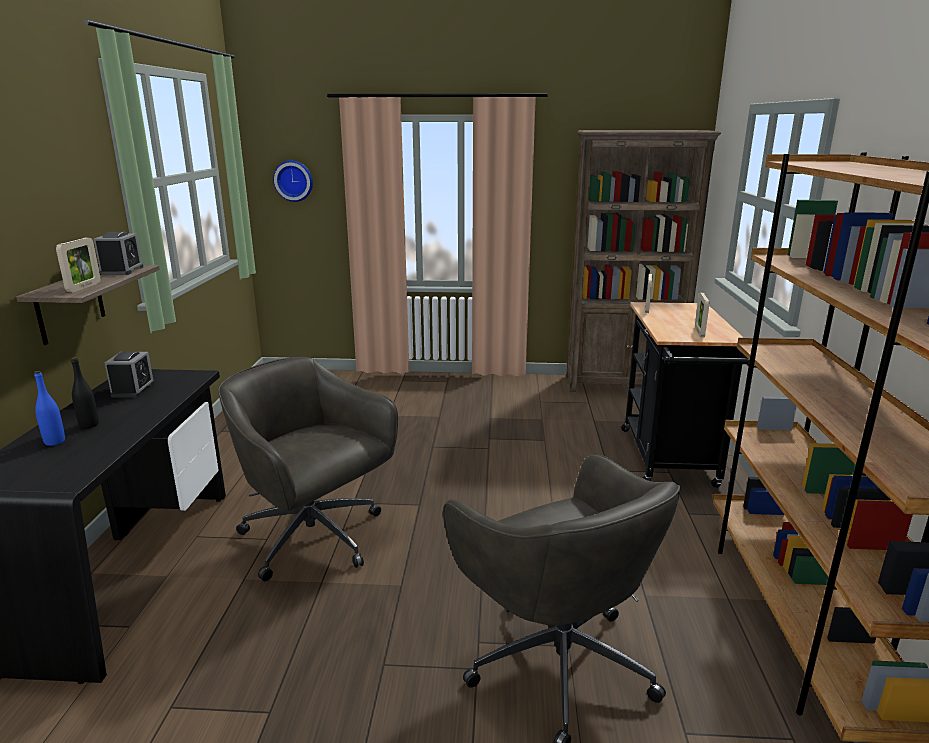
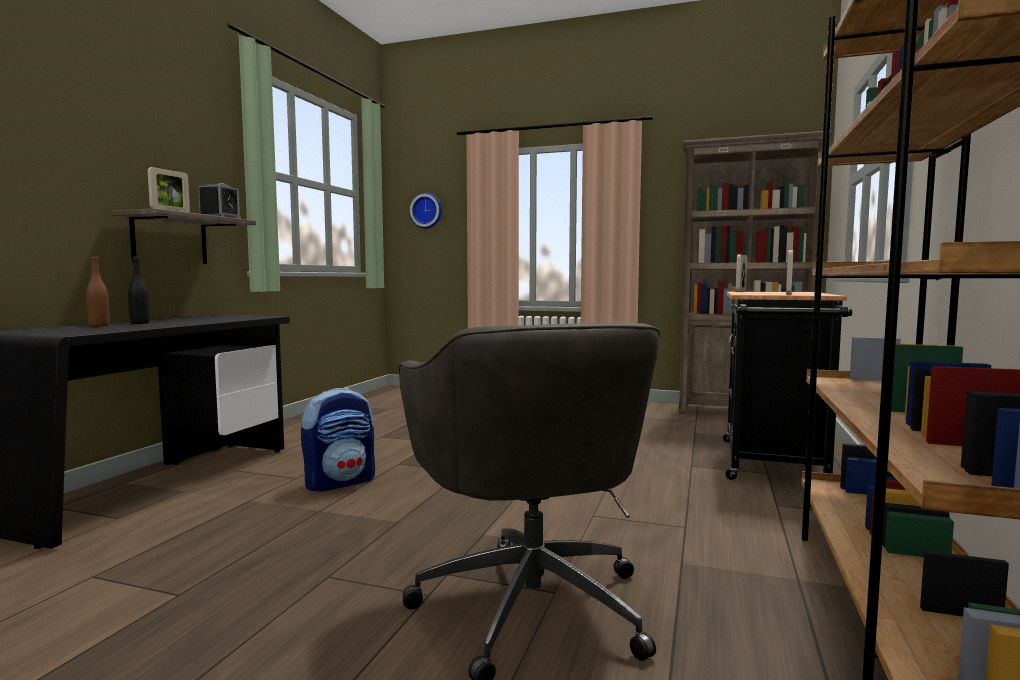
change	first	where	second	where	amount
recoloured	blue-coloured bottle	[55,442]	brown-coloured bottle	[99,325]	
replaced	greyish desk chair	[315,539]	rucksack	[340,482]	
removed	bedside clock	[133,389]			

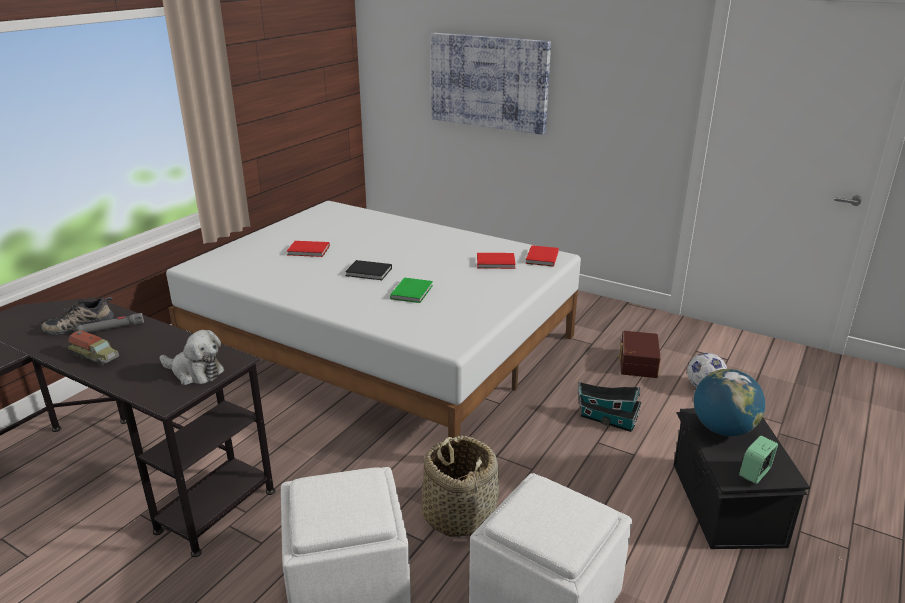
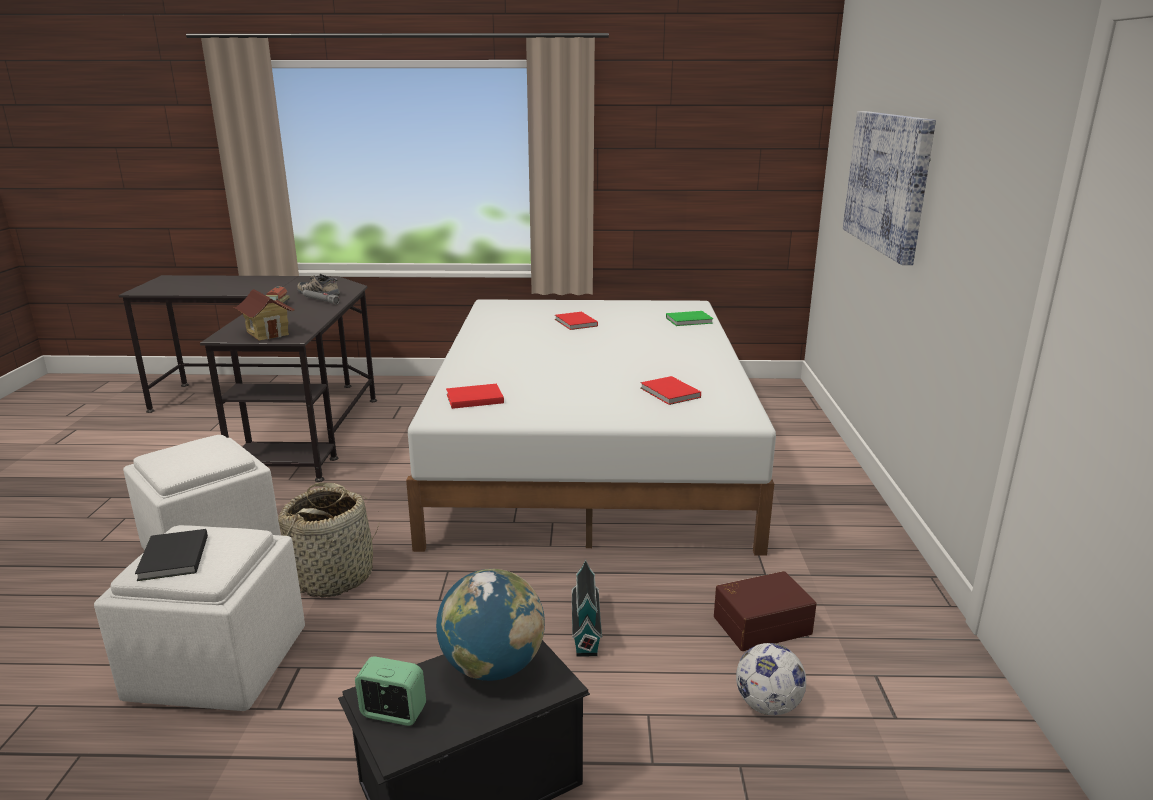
change	first	where	second	where	amount
moved	black bound book	[369,272]		[172,559]	
replaced	soft toy	[195,372]	miniature house	[268,333]	
moved	reddish bound book	[541,258]		[473,398]	
moved	green bound book	[413,291]		[690,320]	

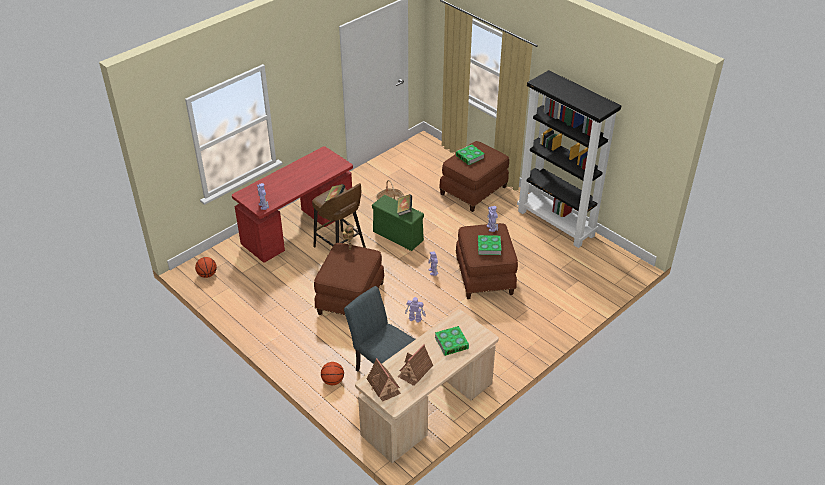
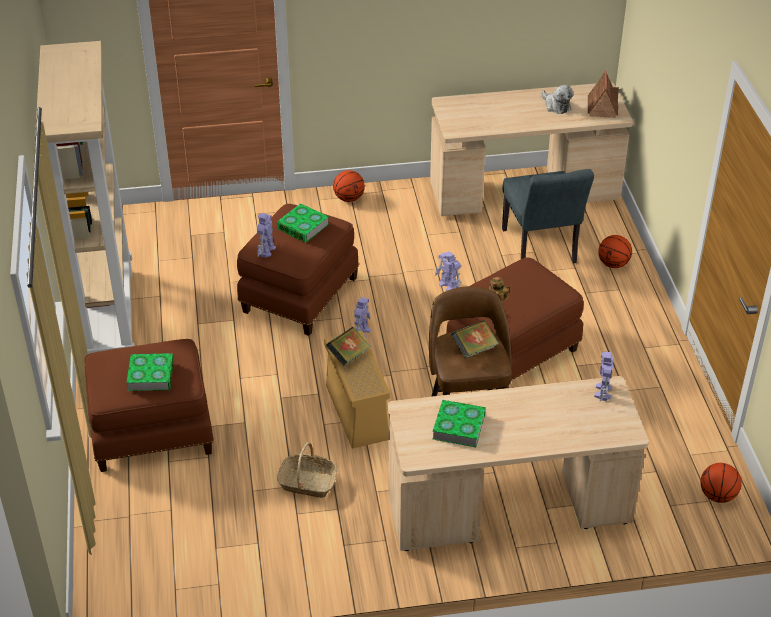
change	first	where	second	where	amount
recoloured	black bookshelf	[556,223]	sand-coloured bookshelf	[108,316]	
recoloured	green storage bin	[398,236]	sand-coloured storage bin	[356,411]	
added			basketball ball	[349,198]	
recoloured	reddish desk table	[298,228]	sand-coloured desk table	[508,510]	
moved	bound book	[451,343]		[459,427]	
replaced	miniature house	[415,371]	soft toy	[556,106]	

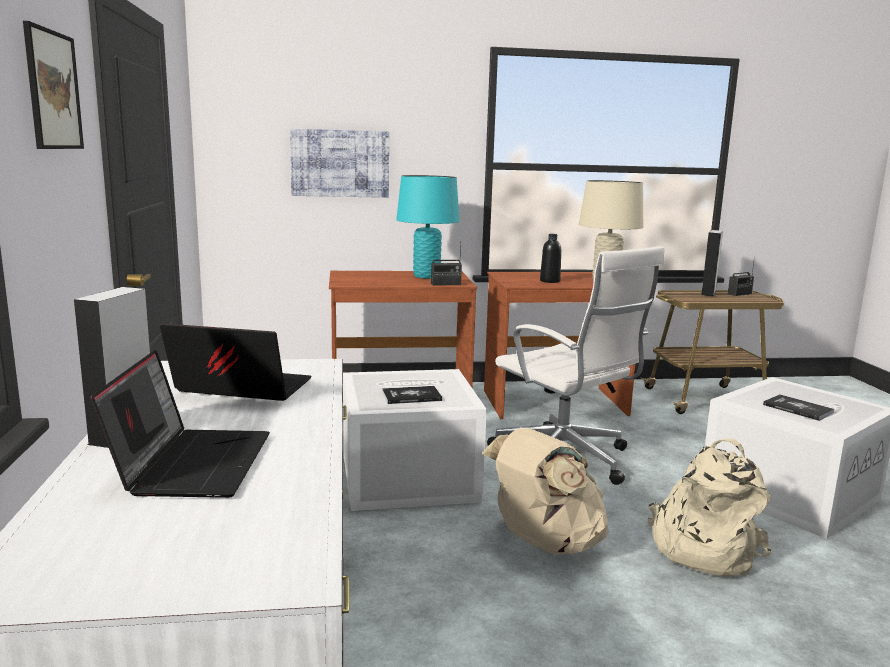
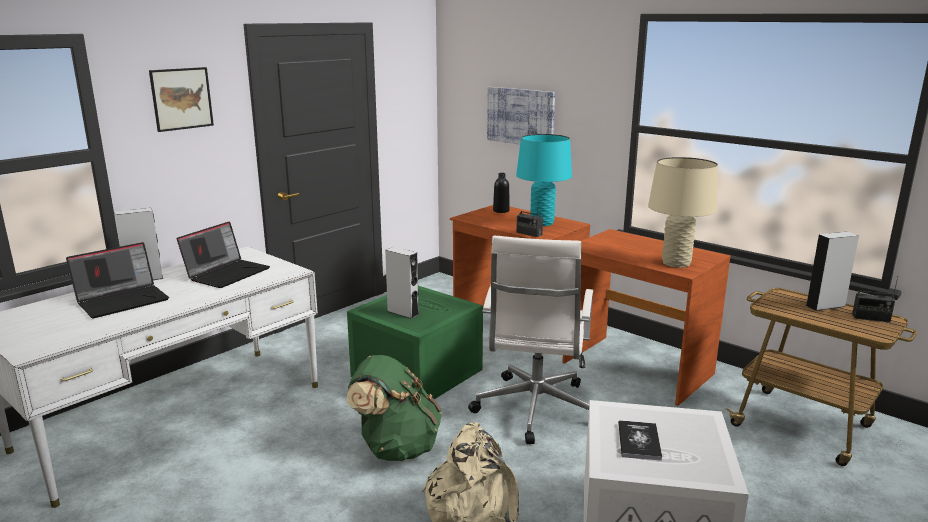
change	first	where	second	where	amount
turned	portable computer	[239,389]		[227,273]	60 degrees clockwise
recoloured	whitish storage bin	[406,478]	green storage bin	[415,373]	
recoloured	sand-coloured rucksack	[544,543]	green rucksack	[396,447]	
replaced	bound book	[411,396]	greyish loudspeaker	[403,313]	
moved	black bottle	[550,281]		[501,211]	

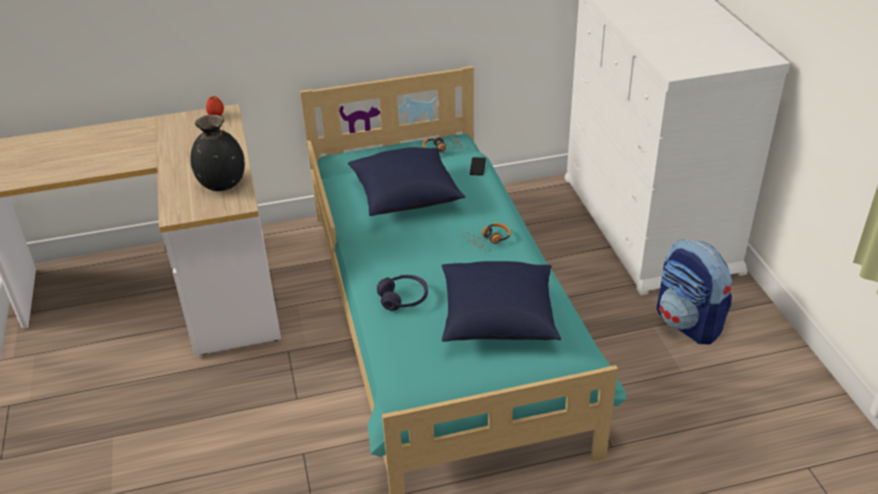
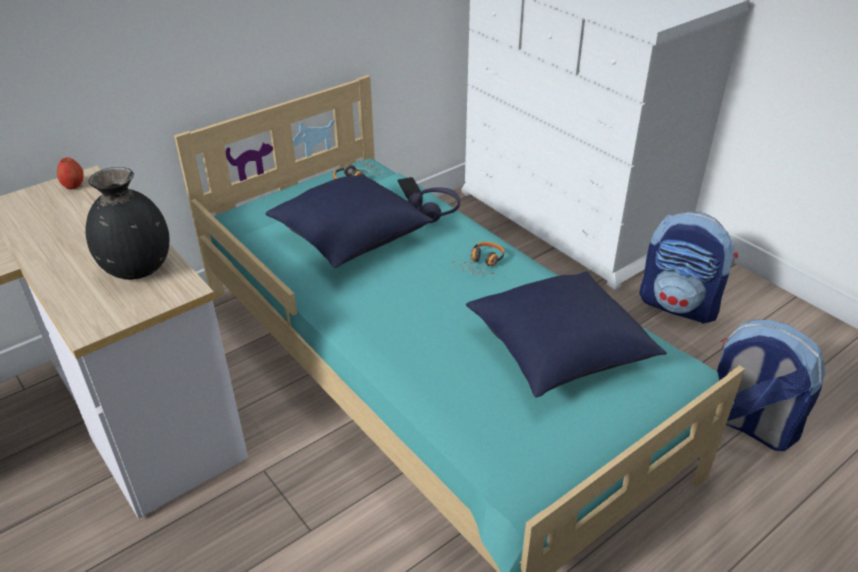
change	first	where	second	where	amount
moved	purple-coloured pair of headphones	[403,298]		[434,211]	
added			rucksack	[747,424]	

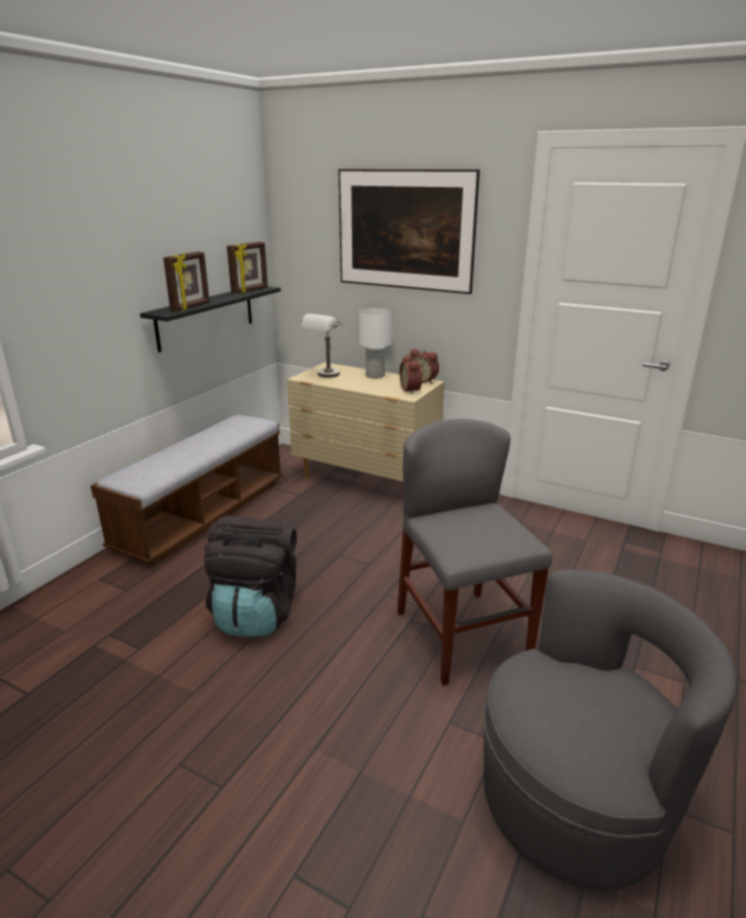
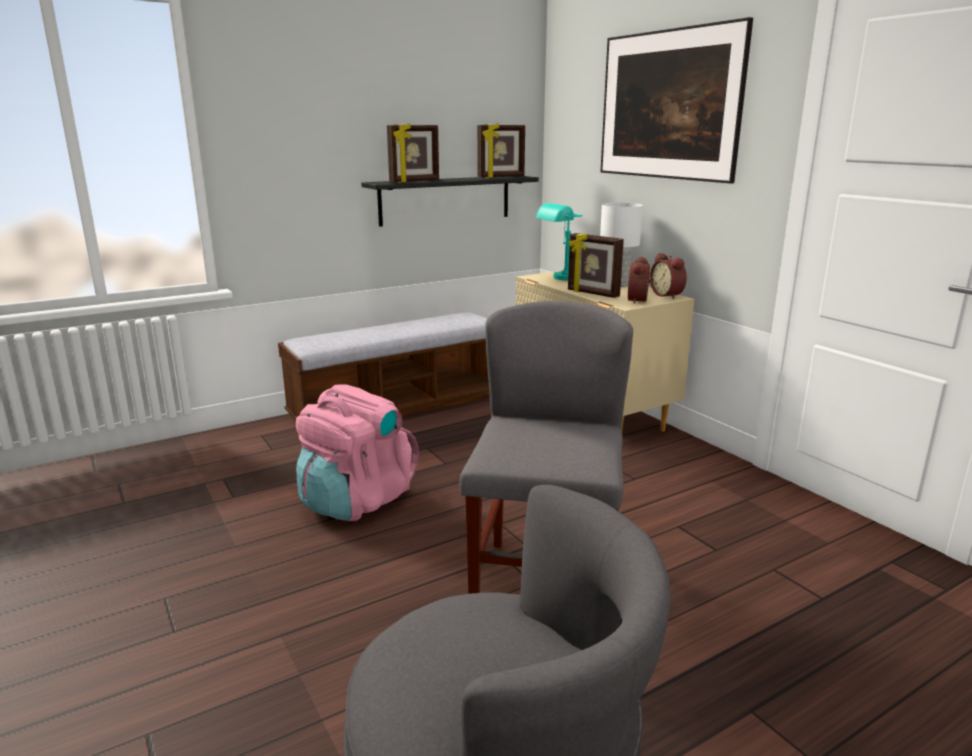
change	first	where	second	where	amount
recoloured	black rucksack	[256,613]	pinkish rucksack	[356,500]	
recoloured	greyish tabletop lamp	[324,376]	blue-green tabletop lamp	[559,278]	
added			picture frame	[592,293]	

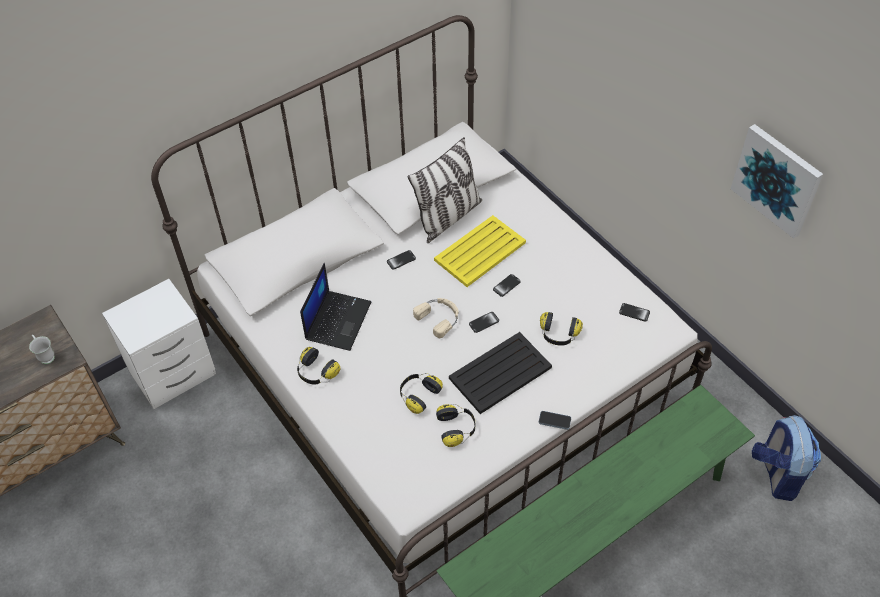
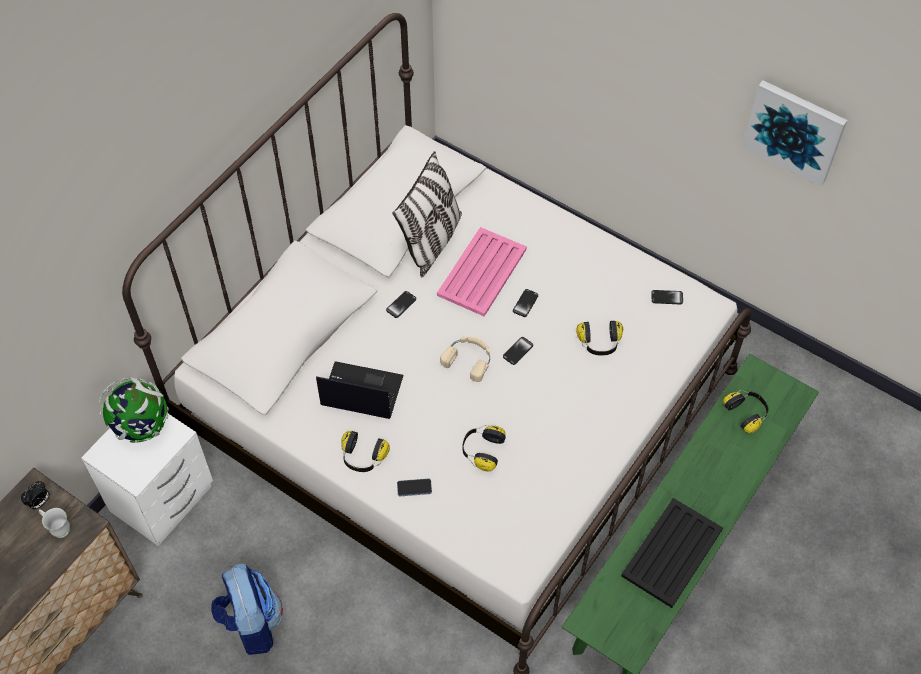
change	first	where	second	where	amount
added			bedside clock	[39,503]	
added			world globe	[141,427]	
moved	rucksack	[777,474]		[251,623]	
turned	portable computer	[337,320]		[360,392]	75 degrees counterclockwise
moved	handset	[554,421]		[414,488]	
recoloured	yellowish serving tray	[479,252]	pinkish serving tray	[481,273]	
moved	black serving tray	[501,373]		[673,552]	
moved	pair of headphones	[457,429]		[747,413]	

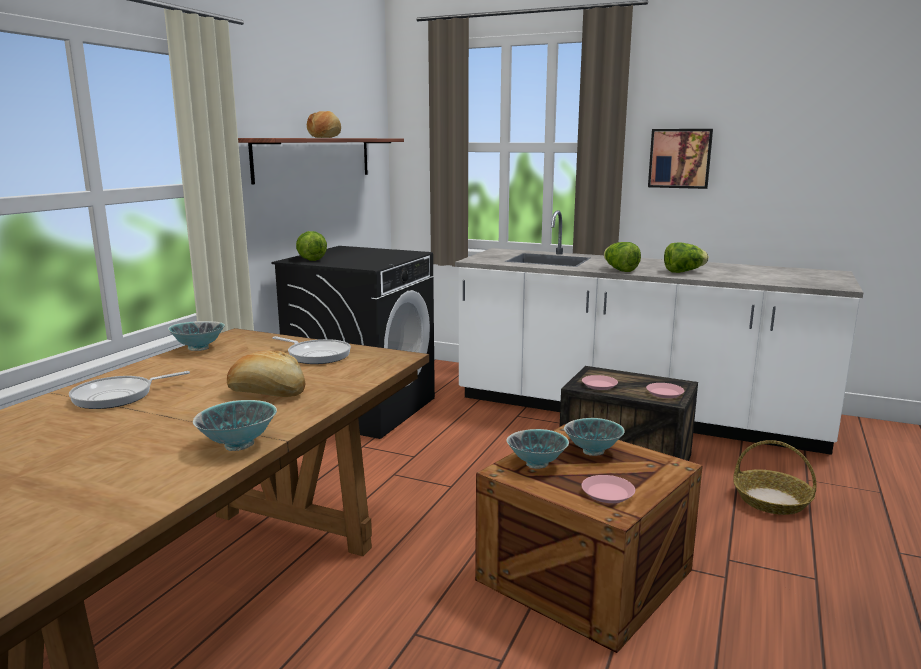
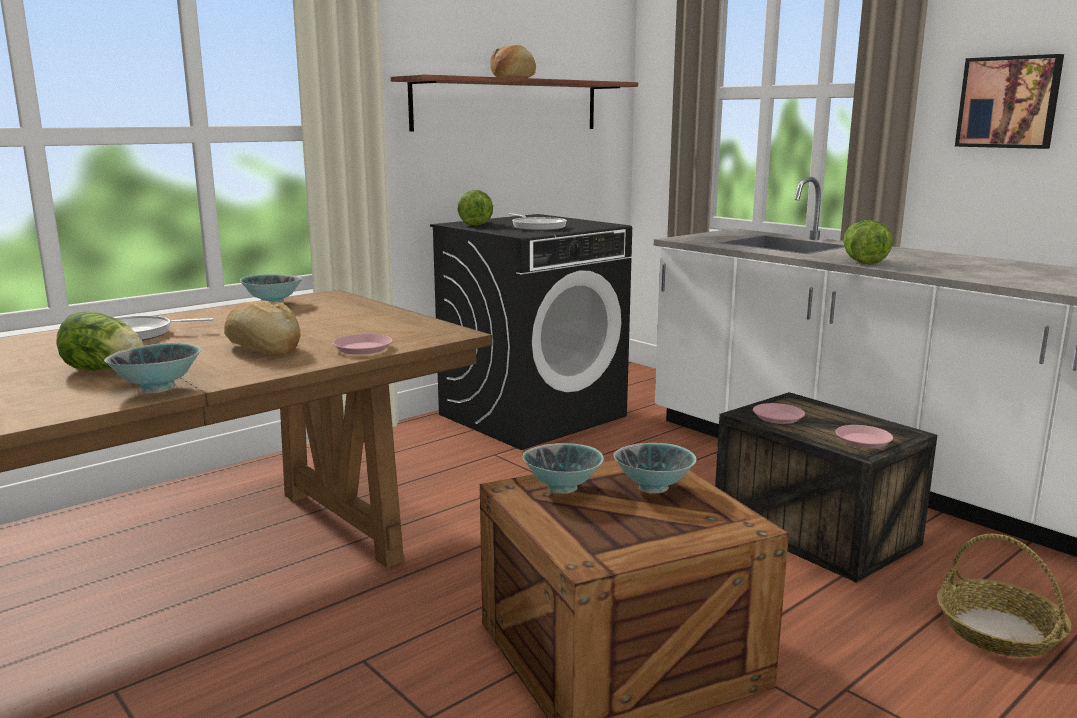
change	first	where	second	where	amount
moved	head of lettuce	[683,272]		[105,370]	
moved	pinkish plate	[608,493]		[363,349]	
moved	frying pan	[316,355]		[537,227]	

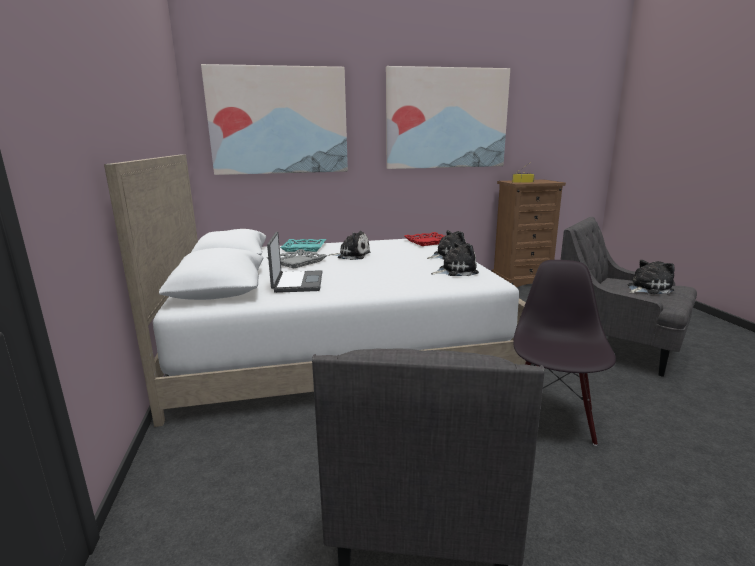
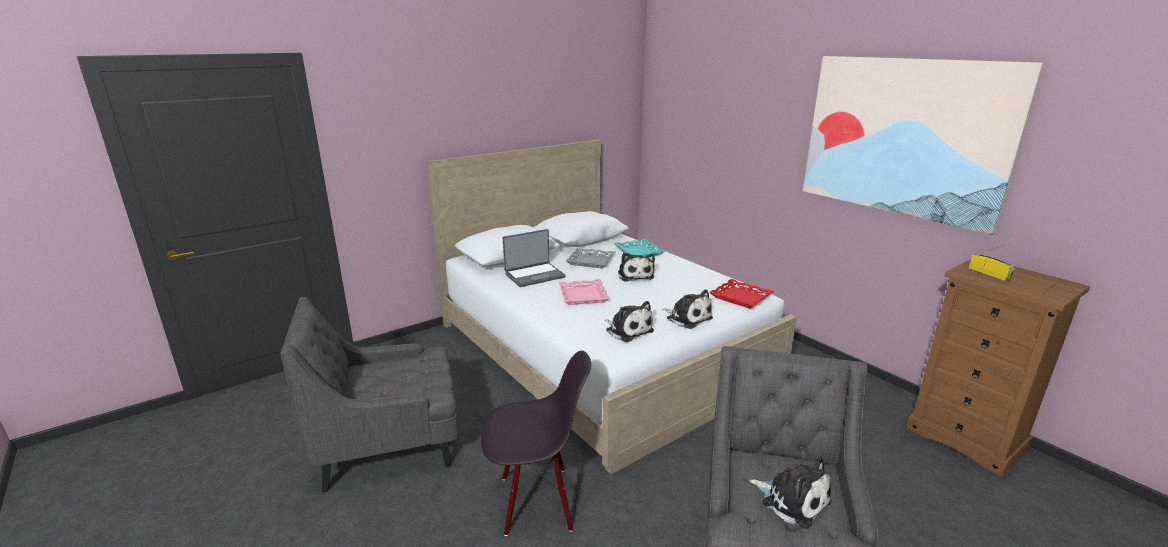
change	first	where	second	where	amount
added			pinkish serving tray	[583,295]	
removed	wall picture	[278,121]			

